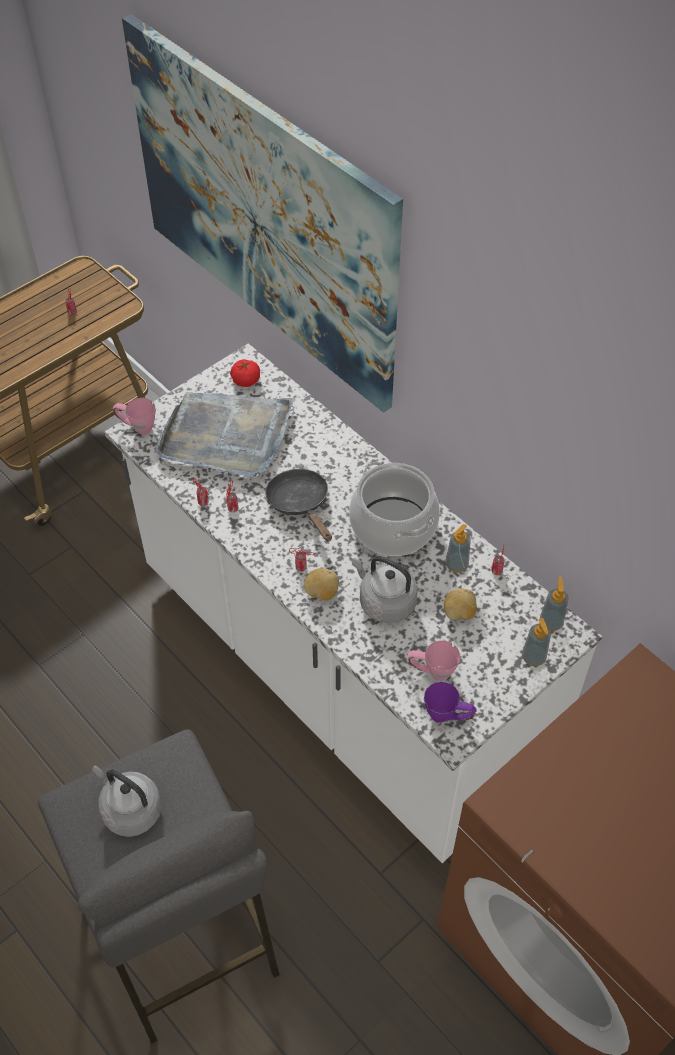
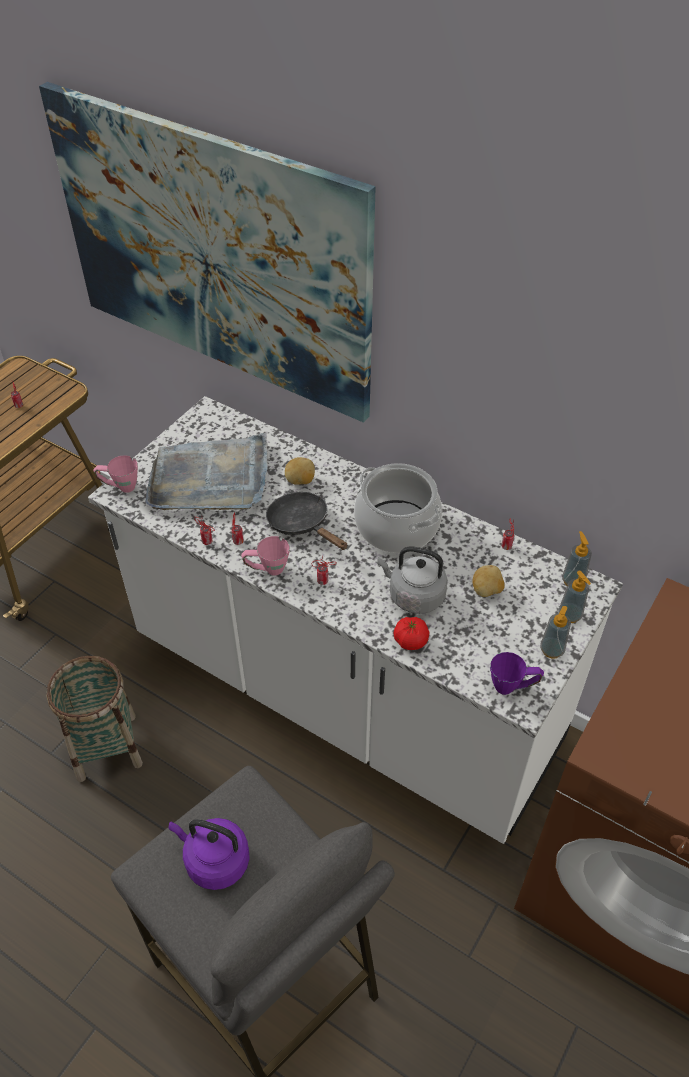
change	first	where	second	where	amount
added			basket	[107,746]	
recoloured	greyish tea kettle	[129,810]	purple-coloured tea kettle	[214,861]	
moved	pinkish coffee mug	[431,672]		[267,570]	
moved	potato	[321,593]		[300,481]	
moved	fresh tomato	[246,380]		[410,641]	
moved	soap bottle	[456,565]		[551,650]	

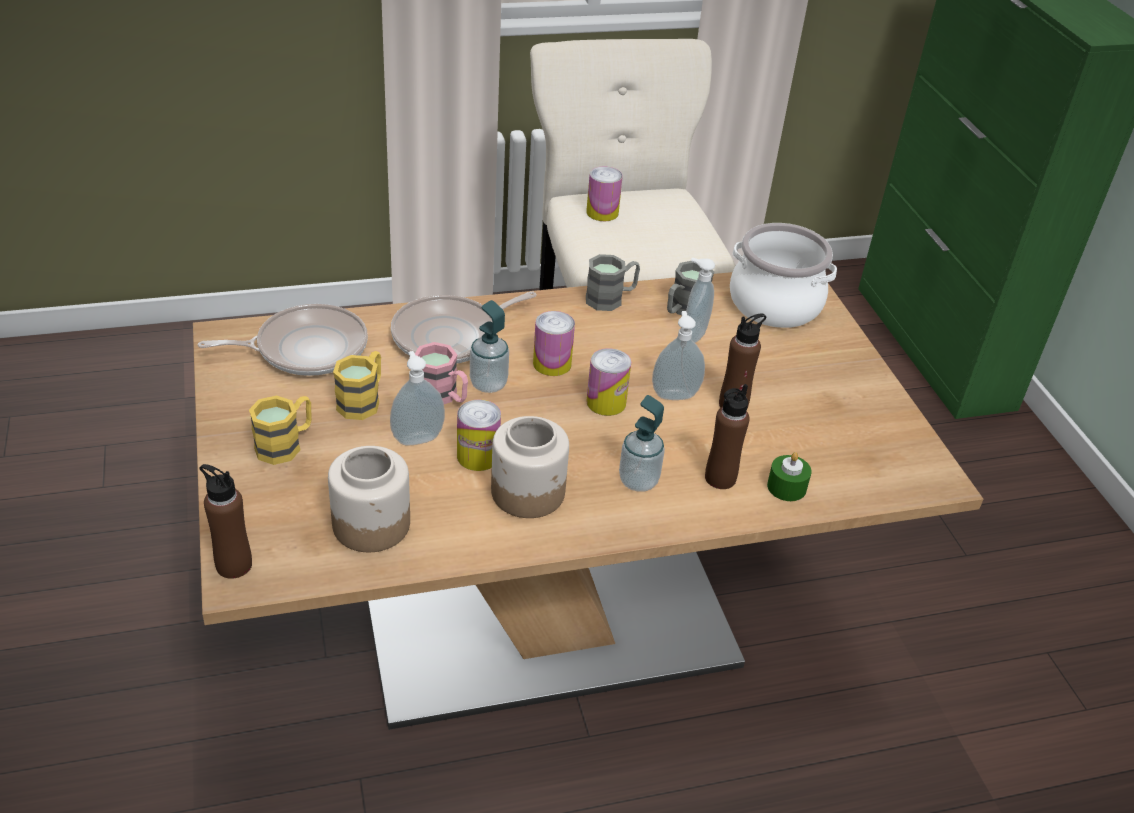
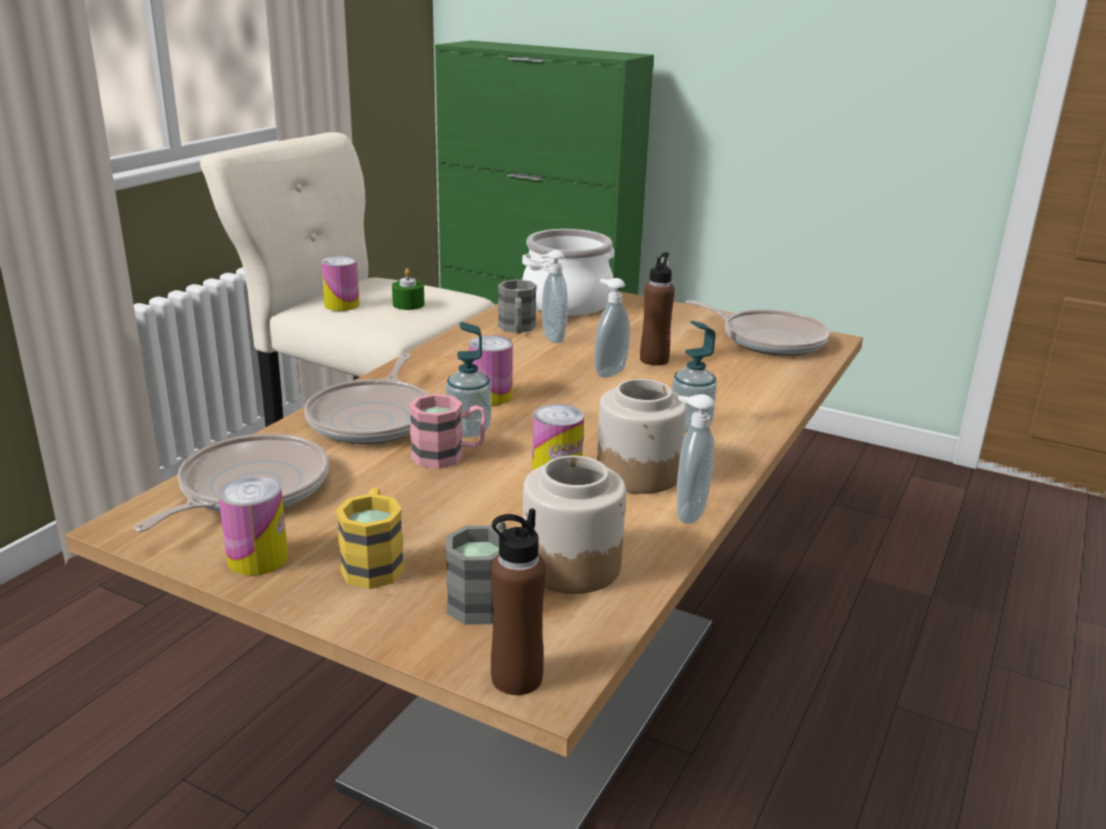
change	first	where	second	where	amount
moved	can	[606,402]		[257,558]	
moved	green wax candle	[786,487]		[408,304]	
moved	greyish coffee mug	[611,298]		[484,596]	
moved	soap bottle	[417,437]		[687,513]	
added			frying pan	[768,339]	
removed	yellowish coffee mug	[363,400]			
removed	brown-coloured bottle	[720,478]			

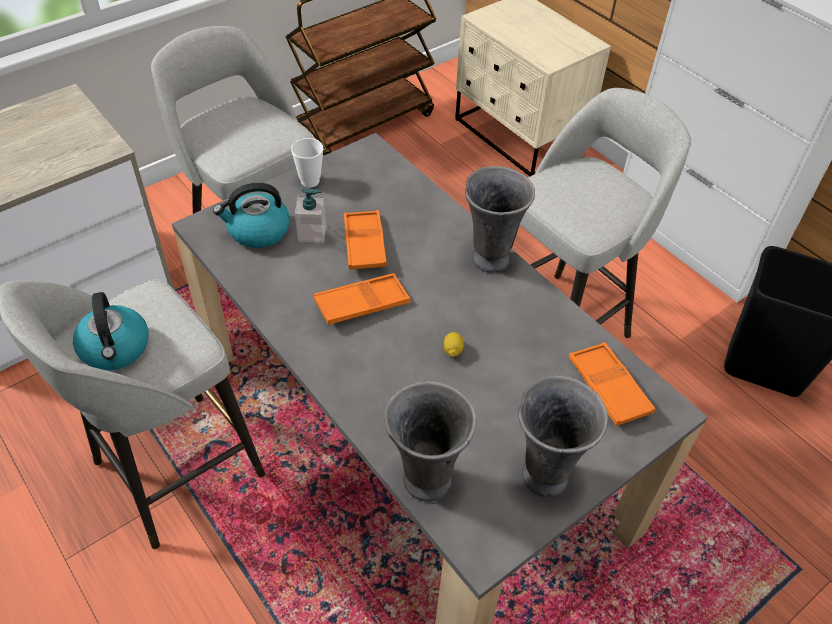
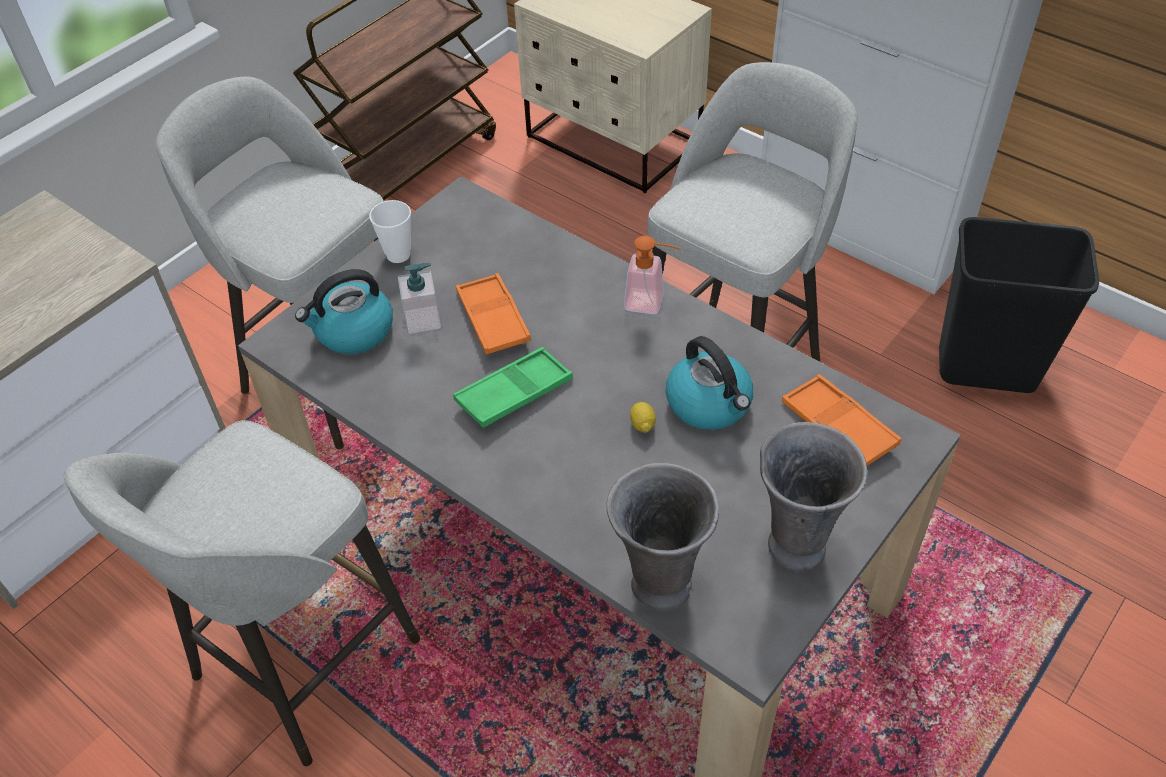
change	first	where	second	where	amount
recoloured	orange serving tray	[362,303]	green serving tray	[514,393]	
replaced	greyish vase	[490,258]	soap bottle	[651,303]	
moved	tea kettle	[116,349]		[710,404]	

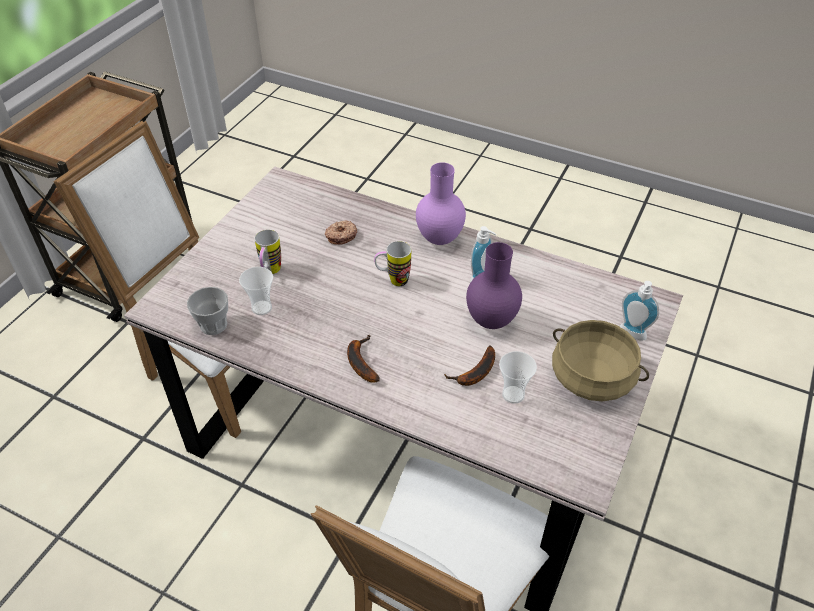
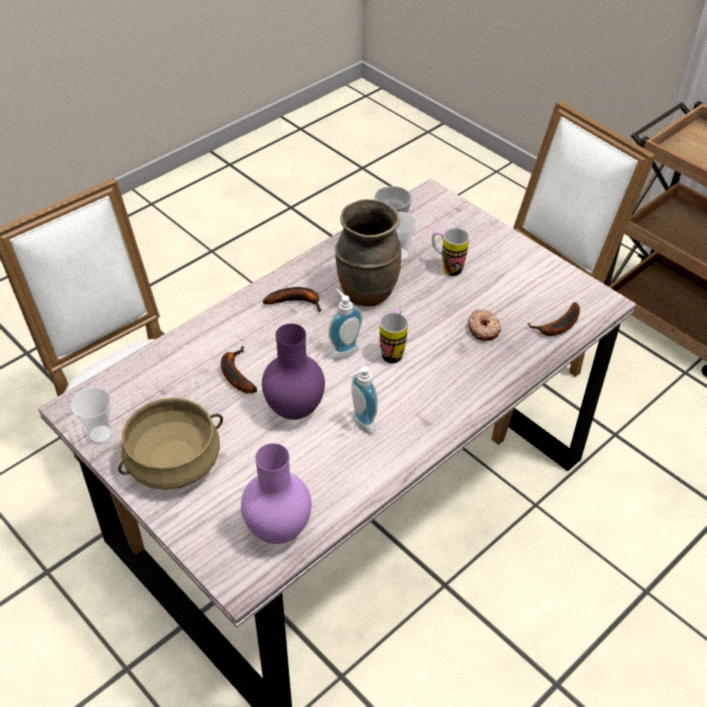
change	first	where	second	where	amount
moved	drinking cup	[513,394]		[100,434]	
moved	purple-coloured vase	[438,239]		[279,529]	
moved	soap bottle	[631,335]		[343,350]	
added			brown-coloured vase	[366,292]	
added			banana fruit	[558,326]	

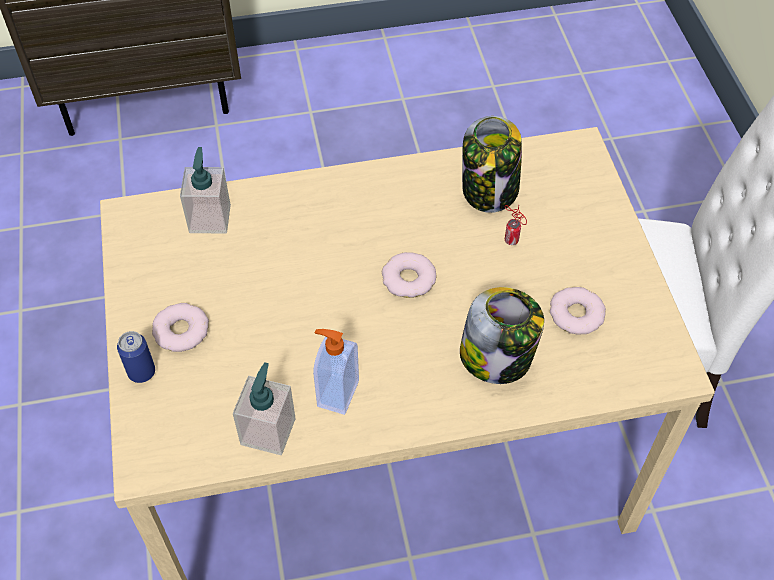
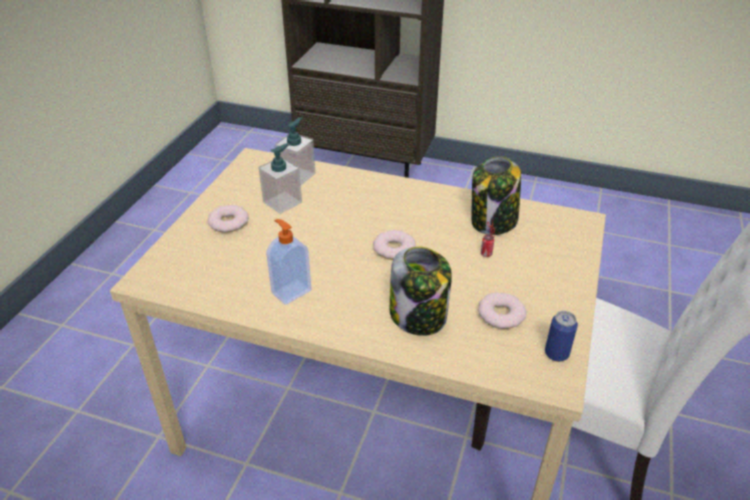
change	first	where	second	where	amount
moved	soap bottle	[268,431]		[282,202]	
moved	can	[142,372]		[556,354]	

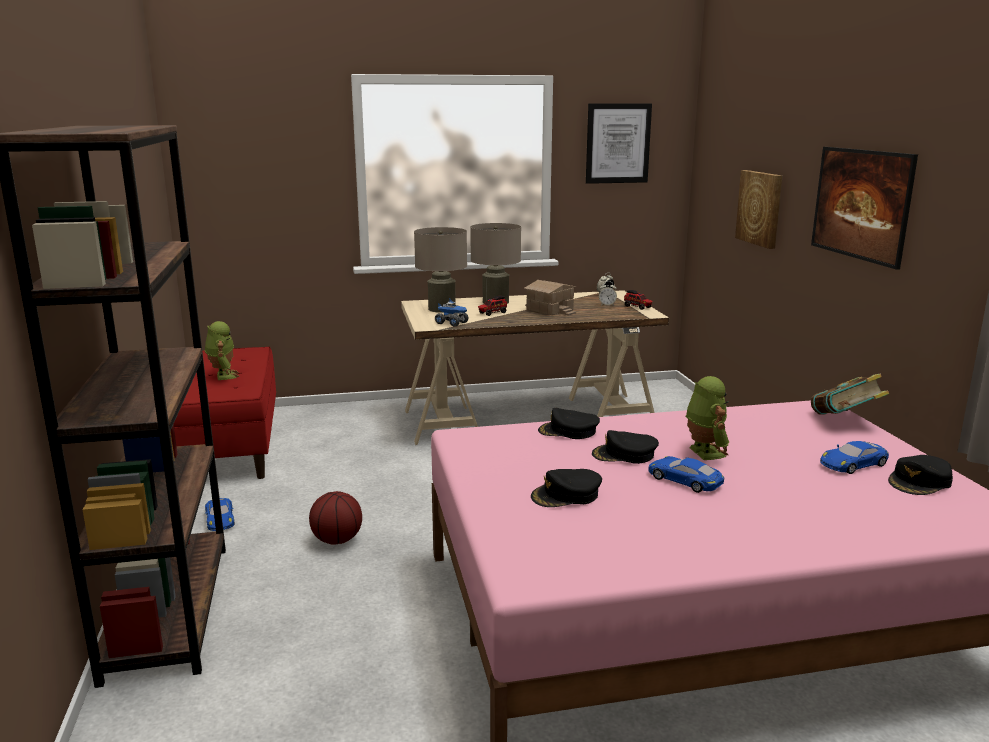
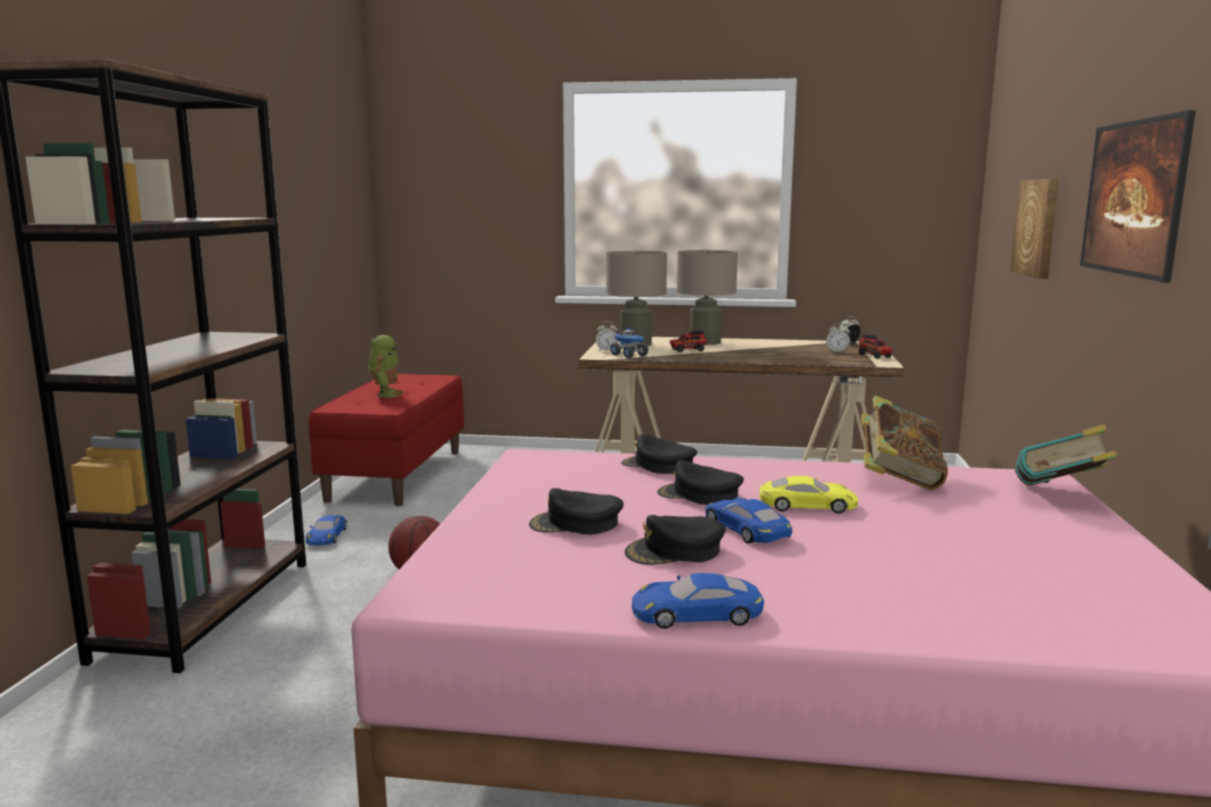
change	first	where	second	where	amount
added			bedside clock	[607,350]	
moved	black peaked cap	[920,482]		[675,551]	
moved	blue-coloured model car	[853,464]		[696,613]	
replaced	toy robot	[703,452]	yellowish model car	[807,505]	
added			bound book	[899,479]	
removed	miniature house	[549,309]			
removed	wall picture	[618,143]			

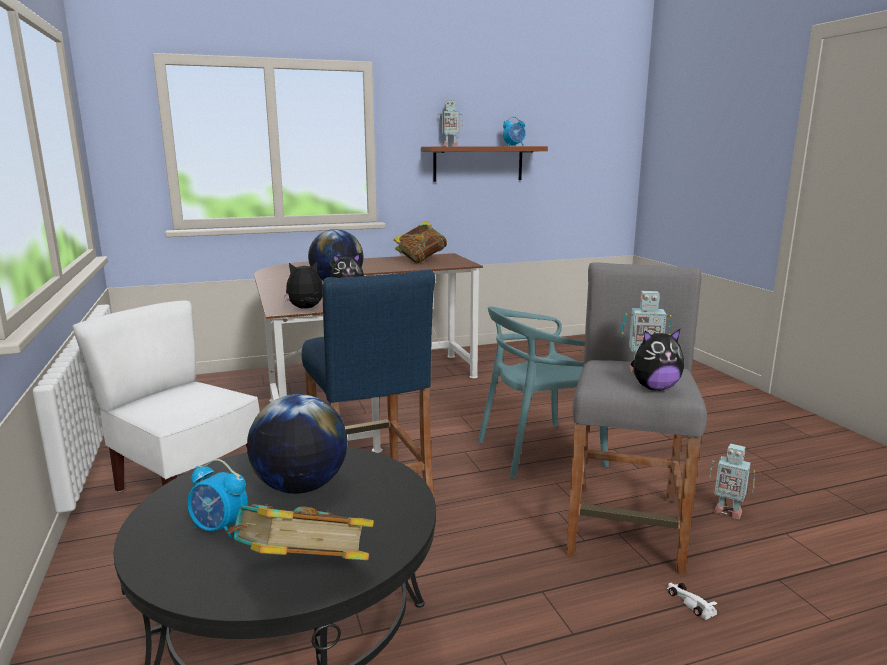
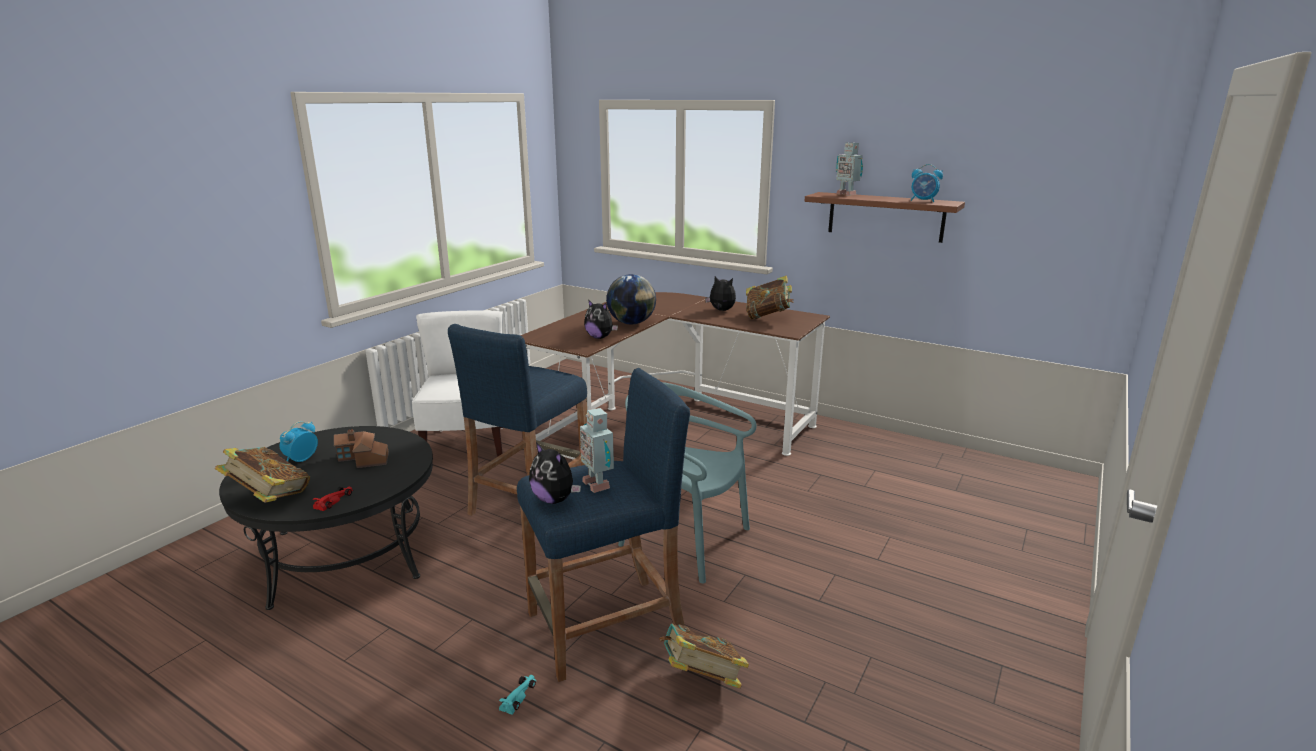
change	first	where	second	where	amount
turned	bedside clock	[220,528]		[301,460]	45 degrees clockwise
added			reddish model car	[335,500]	
replaced	world globe	[300,487]	miniature house	[363,459]	
recoloured	whitish model car	[689,602]	blue-green model car	[519,695]	
recoloured	greyish stool	[625,525]	blue-coloured stool	[606,626]	
replaced	toy robot	[727,511]	bound book	[701,679]	
moved	soft toy	[306,309]		[721,310]	

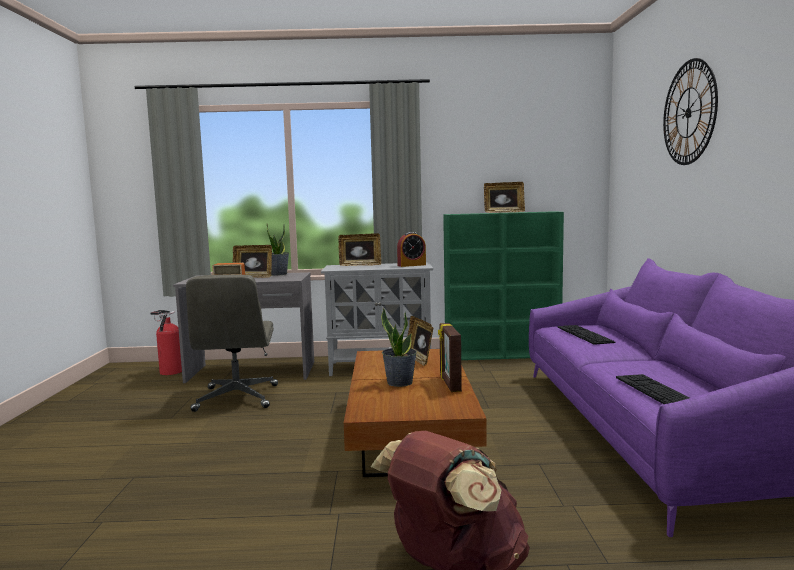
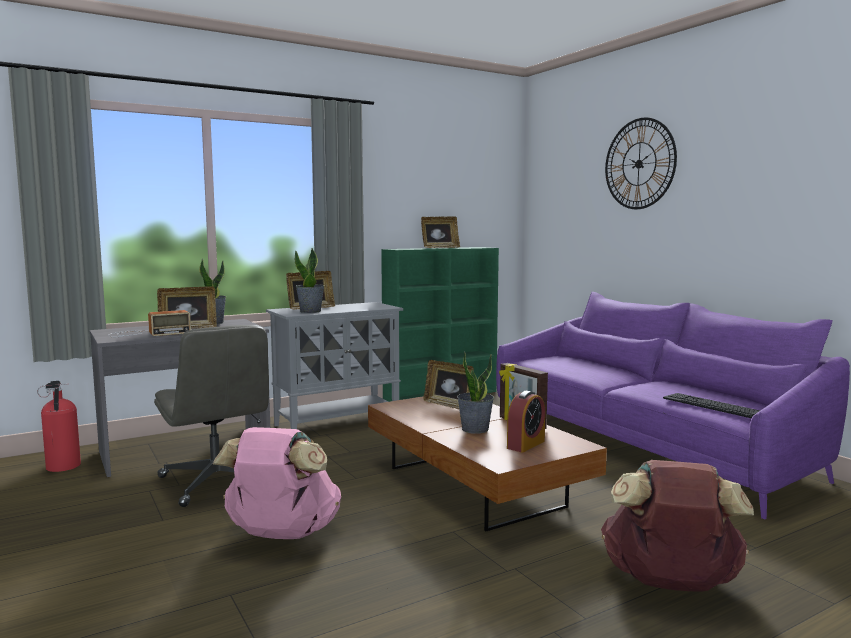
change	first	where	second	where	amount
added			pinkish rucksack	[281,534]	
added			potted plant	[310,311]	
moved	bedside clock	[411,265]		[525,444]	
removed	computer keyboard	[584,334]			

